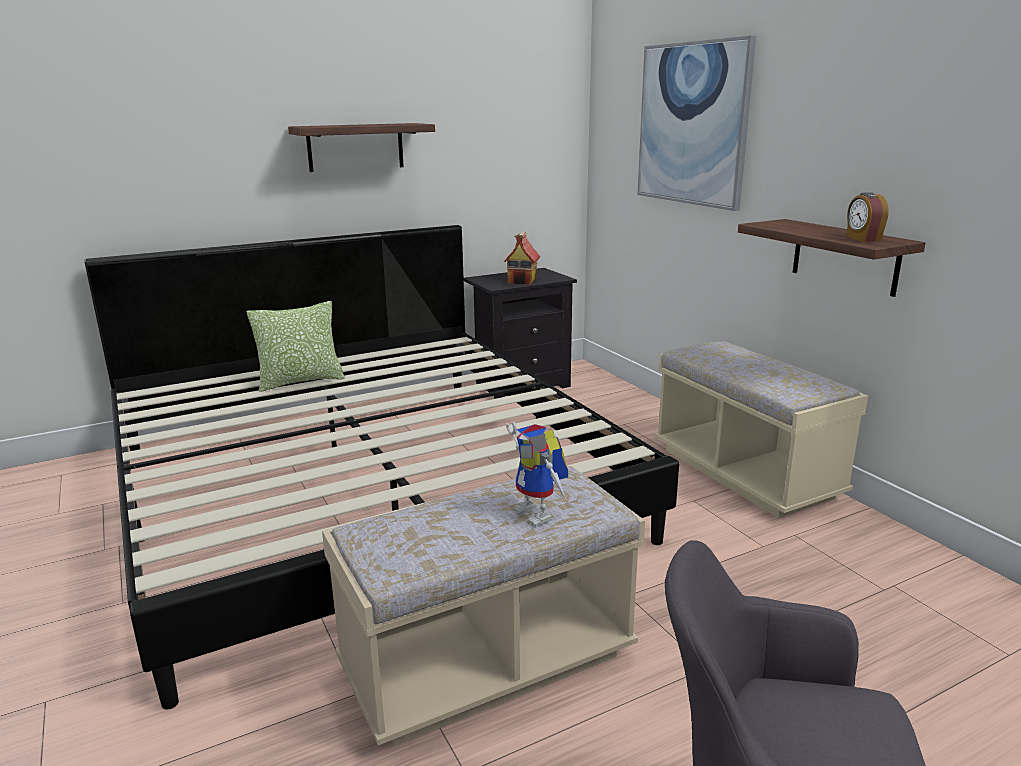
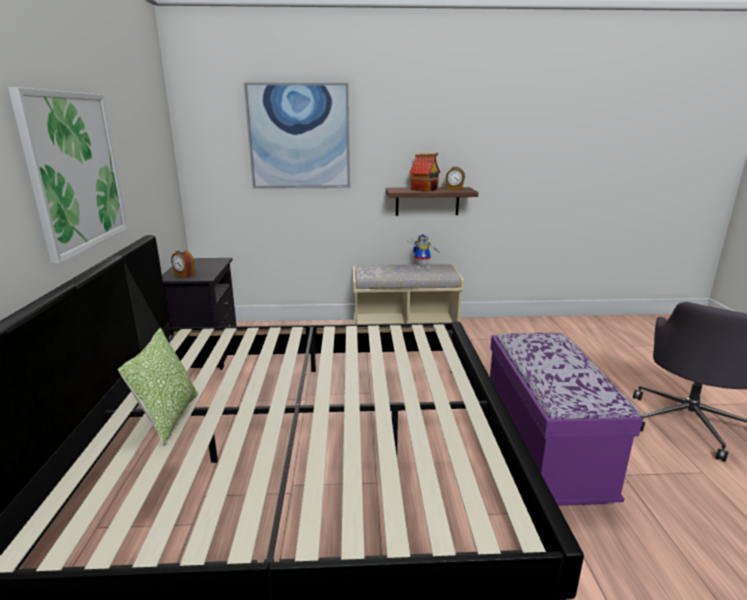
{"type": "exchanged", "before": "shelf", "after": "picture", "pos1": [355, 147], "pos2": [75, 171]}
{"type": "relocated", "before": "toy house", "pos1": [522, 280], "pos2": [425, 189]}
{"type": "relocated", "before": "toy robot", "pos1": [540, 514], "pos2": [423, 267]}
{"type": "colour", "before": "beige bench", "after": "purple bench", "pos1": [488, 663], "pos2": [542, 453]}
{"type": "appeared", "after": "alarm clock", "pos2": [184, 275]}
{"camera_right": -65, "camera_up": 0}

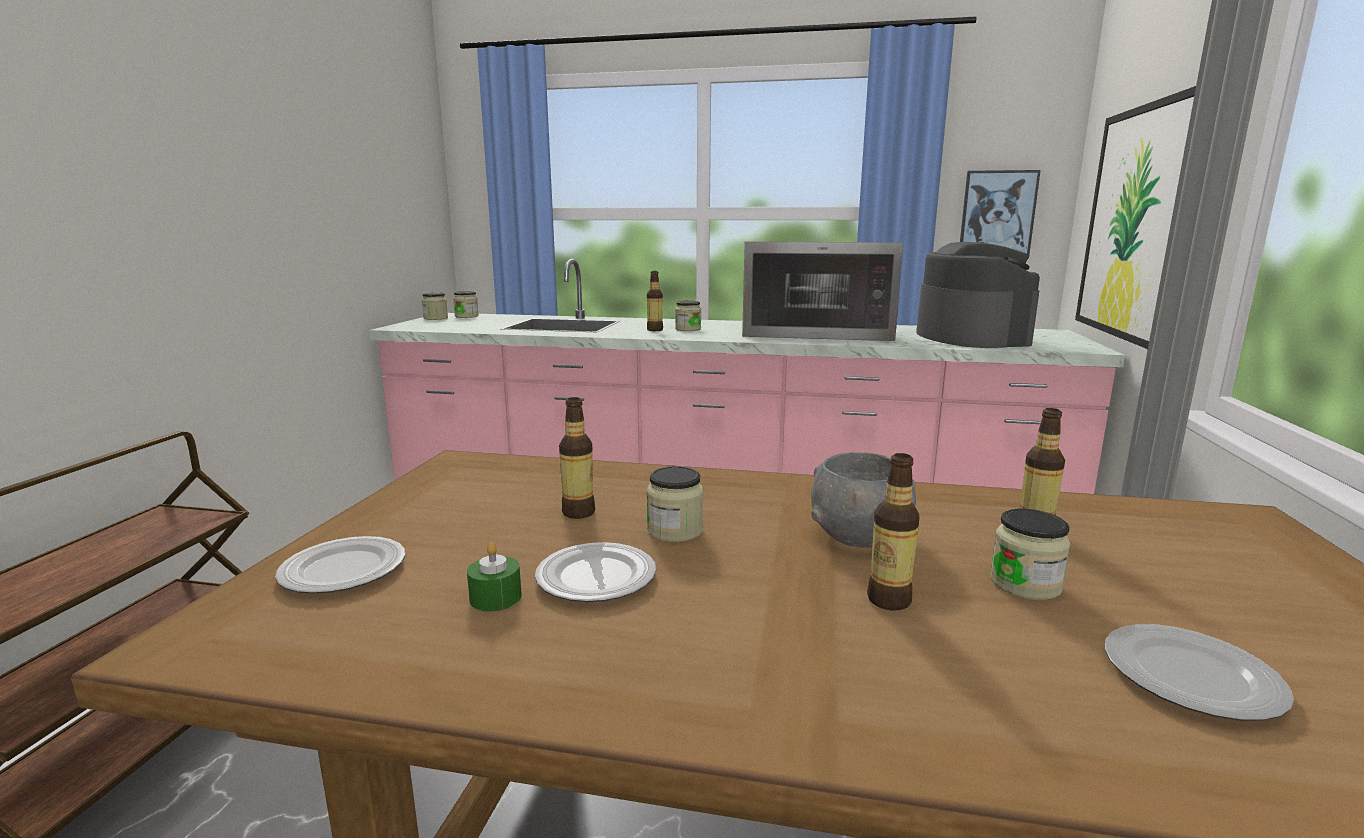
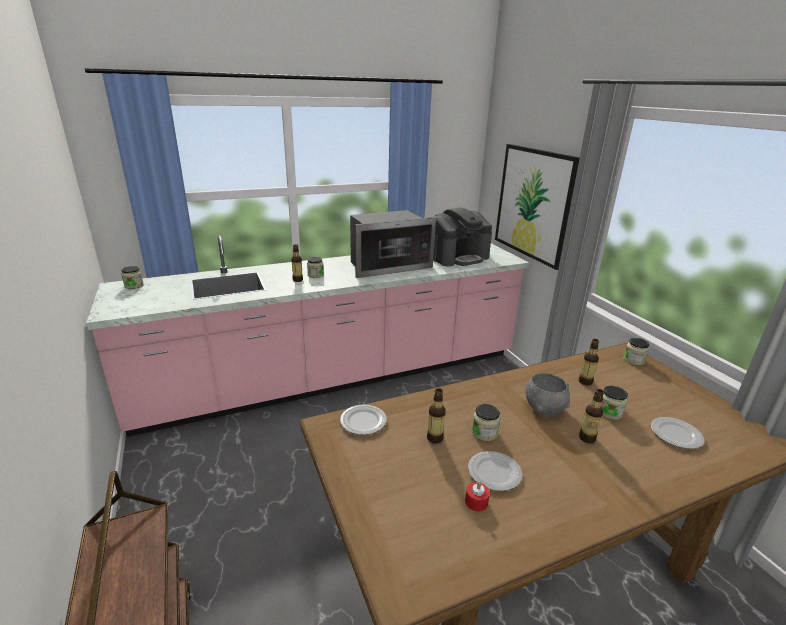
{"type": "missing", "before": "picture", "pos1": [997, 214]}
{"type": "spun", "before": "coffee machine", "pos1": [970, 337], "pos2": [458, 257], "turn": 105}
{"type": "relocated", "before": "jar", "pos1": [435, 318], "pos2": [634, 360]}
{"type": "relocated", "before": "plate", "pos1": [344, 571], "pos2": [364, 421]}
{"type": "colour", "before": "green candle", "after": "red candle", "pos1": [495, 597], "pos2": [476, 502]}
{"camera_right": -35, "camera_up": 10}

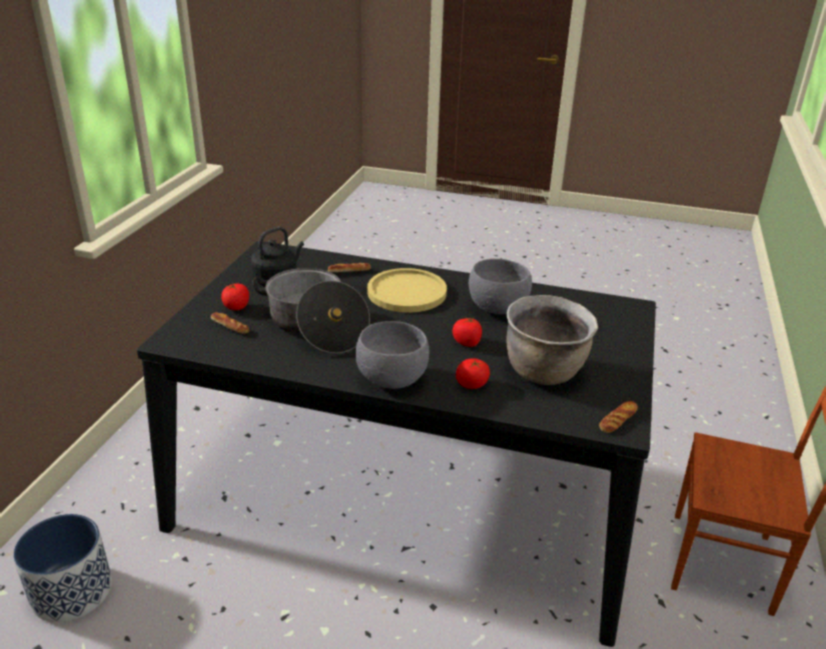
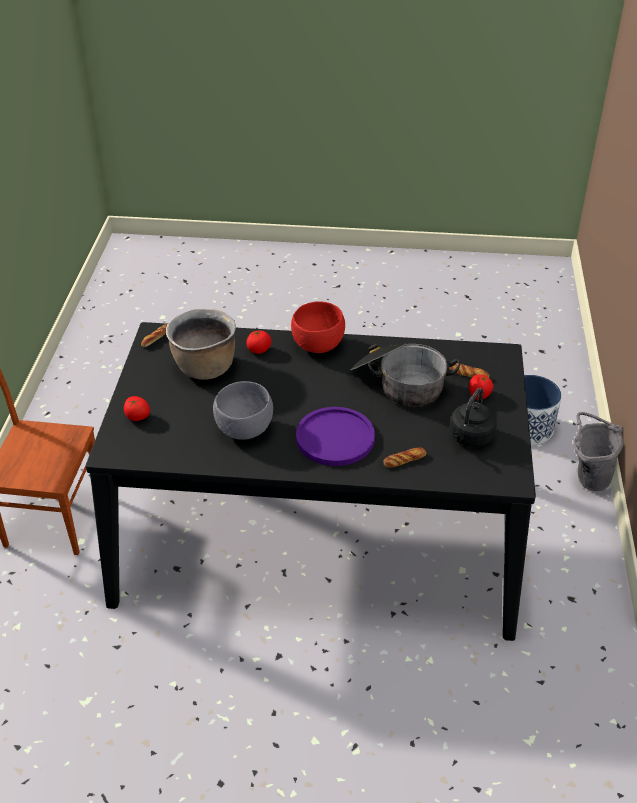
{"type": "colour", "before": "yellow plate", "after": "purple plate", "pos1": [407, 292], "pos2": [335, 438]}
{"type": "relocated", "before": "tomato", "pos1": [467, 342], "pos2": [137, 417]}
{"type": "colour", "before": "grey bowl", "after": "red bowl", "pos1": [393, 380], "pos2": [317, 345]}
{"type": "appeared", "after": "grey bucket", "pos2": [587, 478]}
{"camera_right": 170, "camera_up": 10}

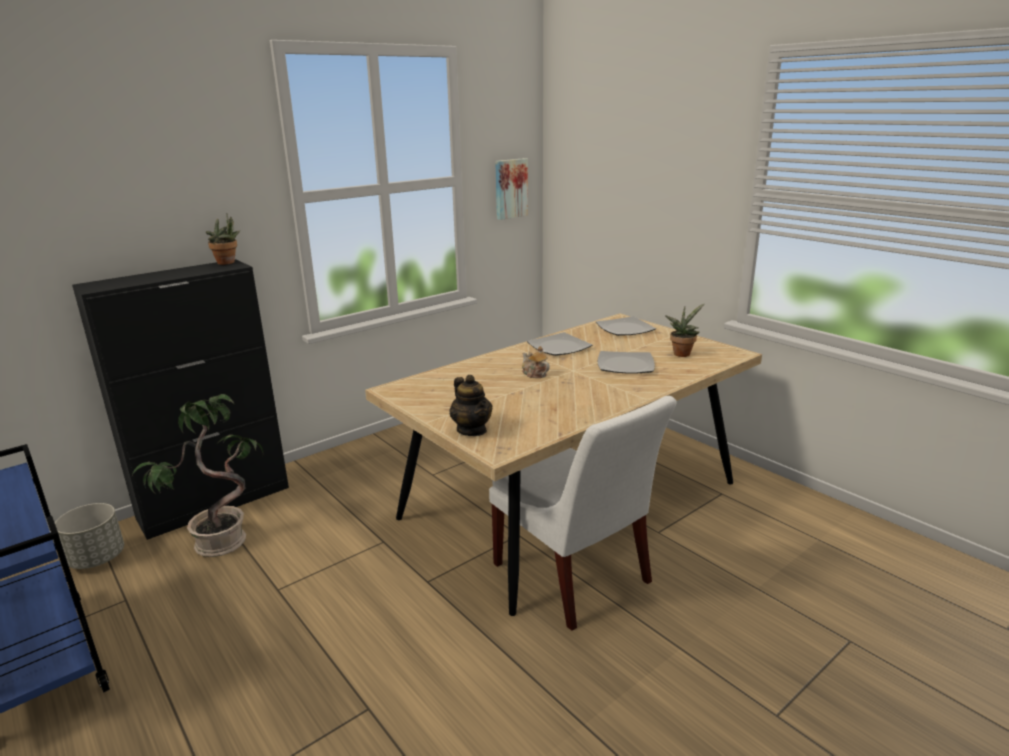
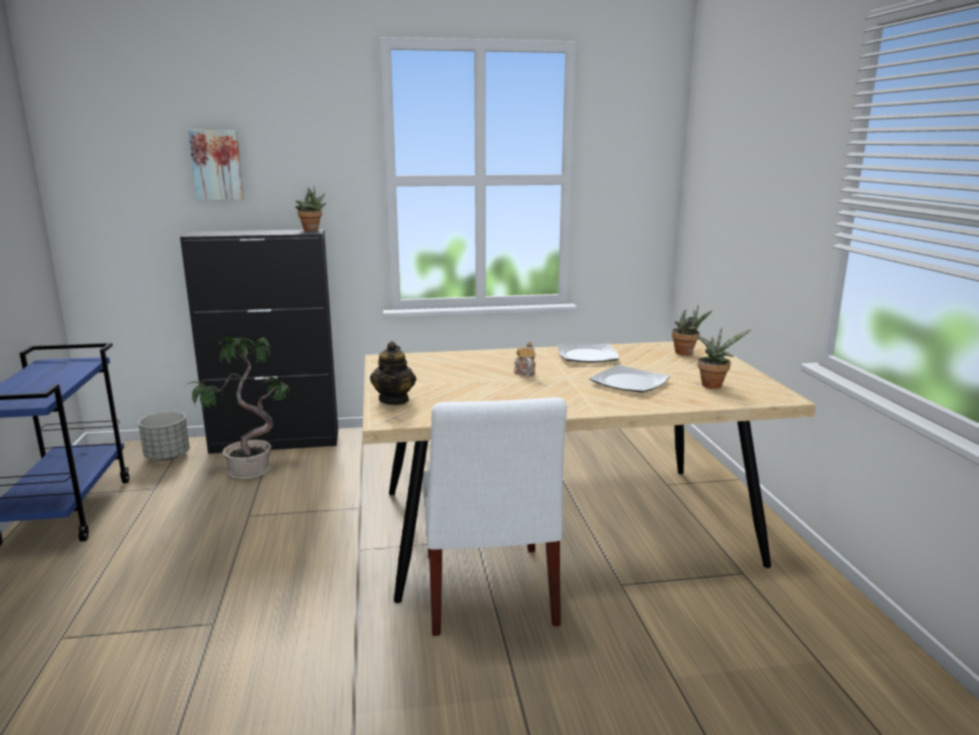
{"type": "relocated", "before": "picture", "pos1": [510, 188], "pos2": [217, 165]}
{"type": "exchanged", "before": "plate", "after": "potted plant", "pos1": [624, 329], "pos2": [686, 353]}
{"camera_right": 30, "camera_up": -5}

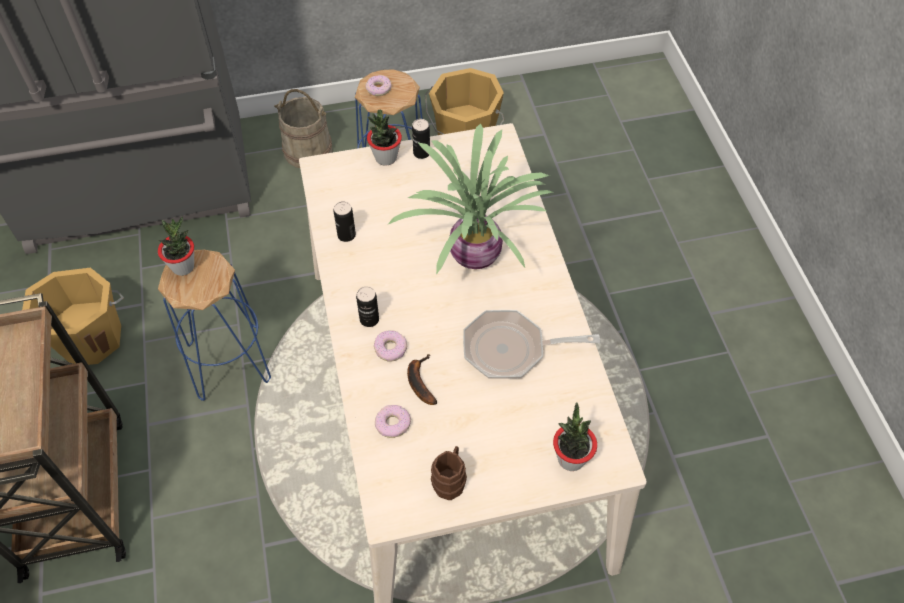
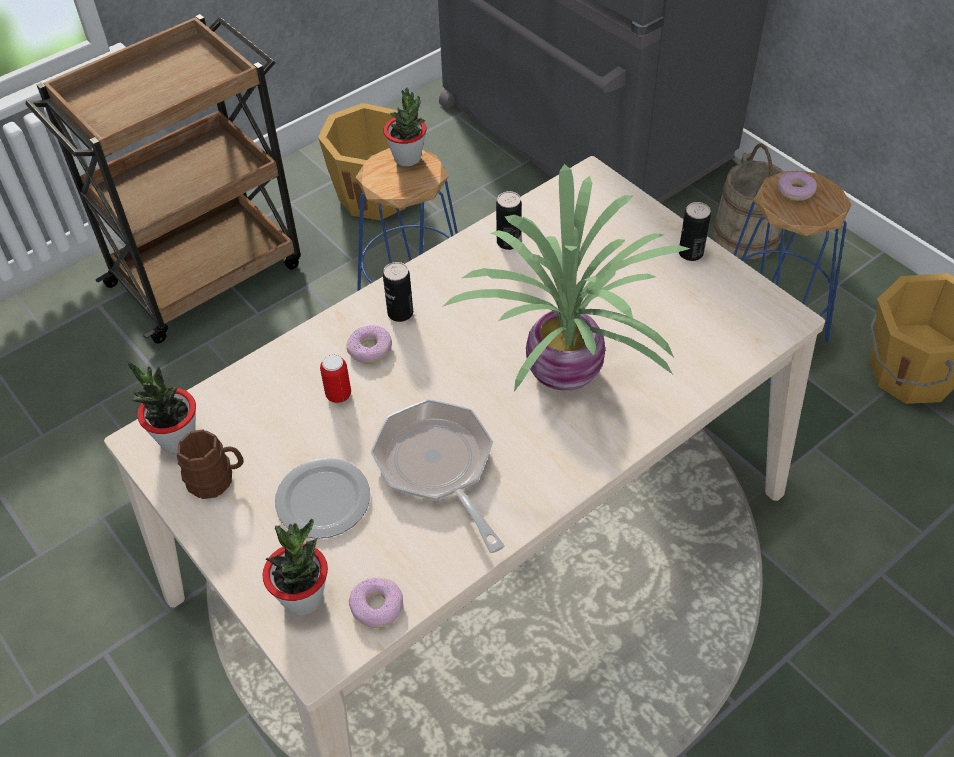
{"type": "relocated", "before": "potted plant", "pos1": [385, 158], "pos2": [177, 439]}
{"type": "exchanged", "before": "banana", "after": "can", "pos1": [419, 381], "pos2": [338, 395]}
{"type": "relocated", "before": "donut", "pos1": [392, 424], "pos2": [377, 606]}
{"type": "appeared", "after": "plate", "pos2": [325, 500]}
{"camera_right": 65, "camera_up": -5}

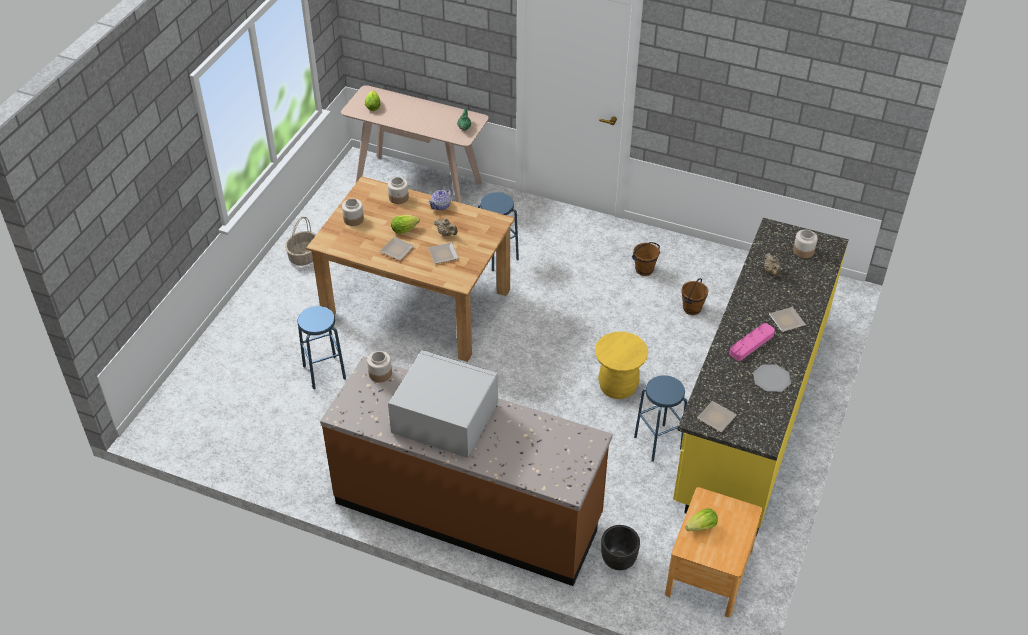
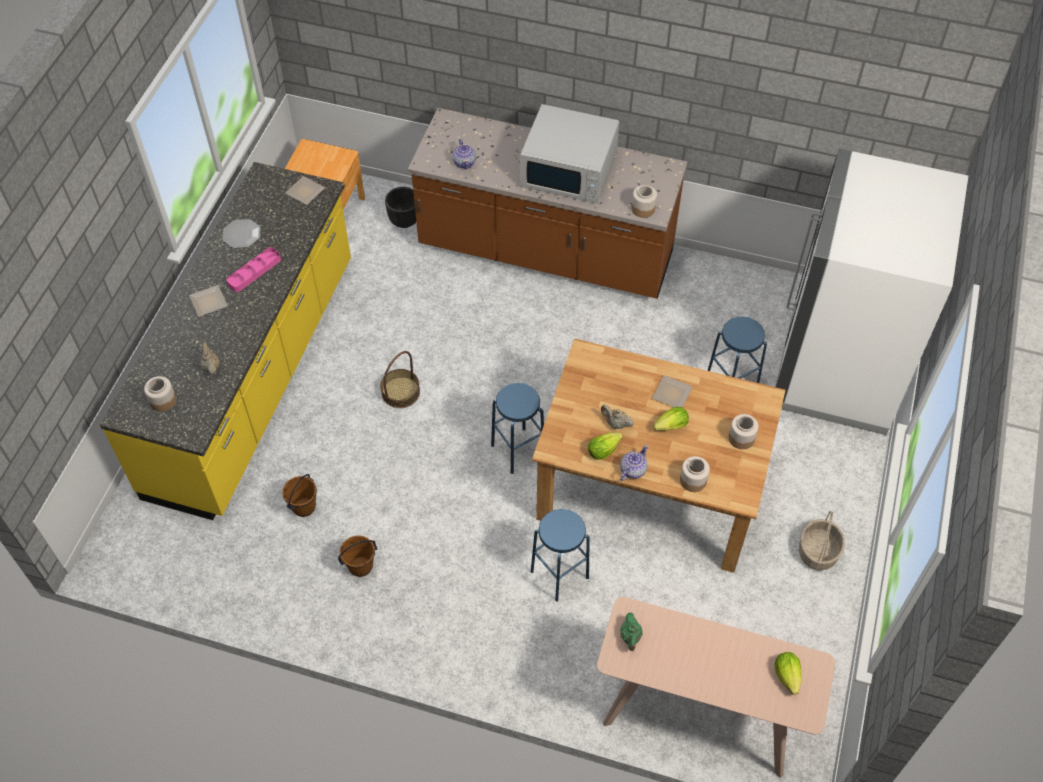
{"type": "missing", "before": "plate", "pos1": [442, 254]}
{"type": "exchanged", "before": "yellow stool", "after": "basket", "pos1": [618, 387], "pos2": [400, 392]}
{"type": "relocated", "before": "blue stool", "pos1": [658, 442], "pos2": [518, 450]}
{"type": "relocated", "before": "lettuce", "pos1": [699, 528], "pos2": [605, 449]}
{"type": "appeared", "after": "teapot", "pos2": [464, 162]}
{"type": "appeared", "after": "white fridge", "pos2": [837, 369]}
{"camera_right": 175, "camera_up": 10}

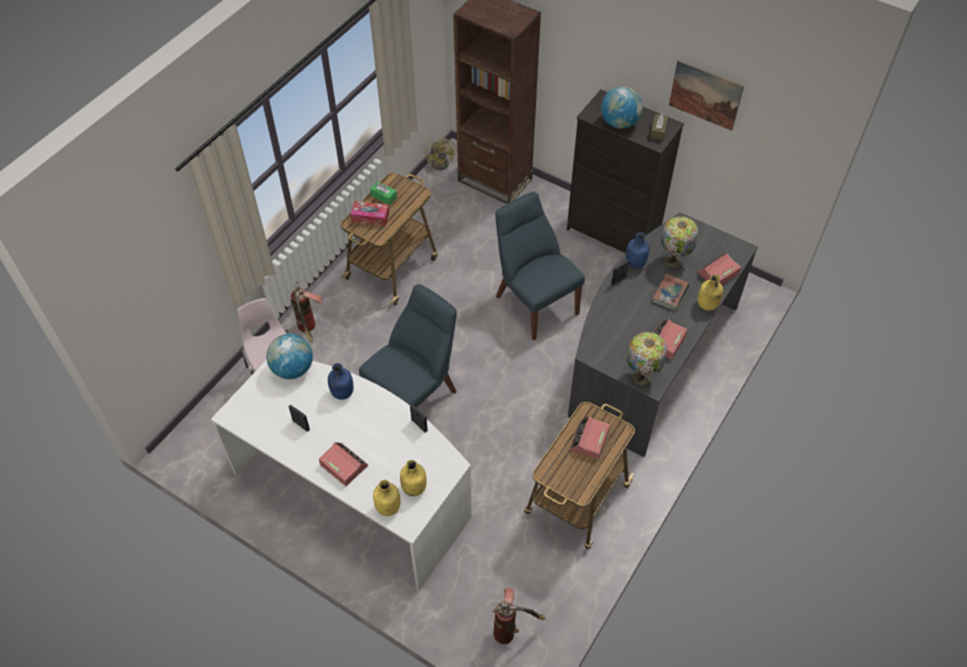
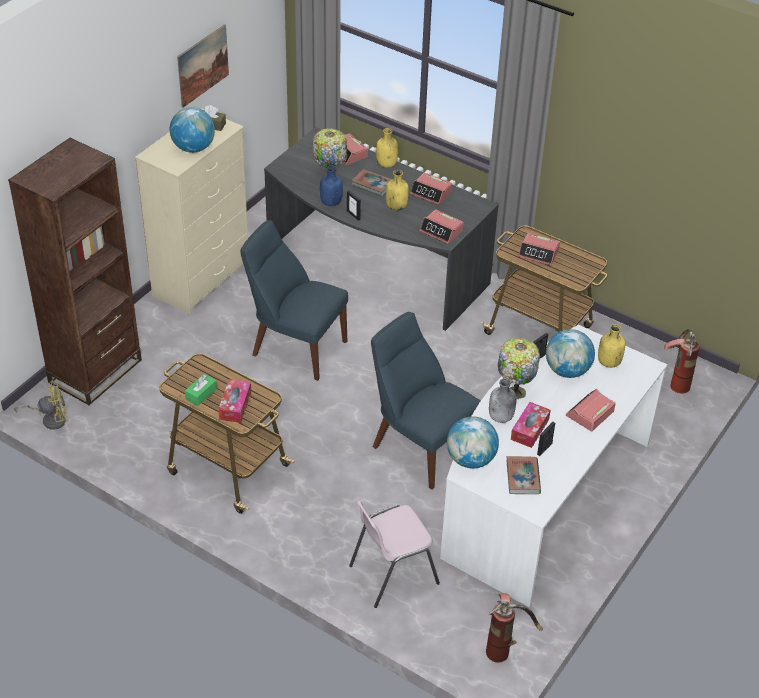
{"type": "colour", "before": "black dresser", "after": "beige dresser", "pos1": [613, 234], "pos2": [202, 279]}
{"type": "spun", "before": "blue chair", "pos1": [534, 302], "pos2": [295, 347], "turn": 60}
{"type": "relocated", "before": "fire extinguisher", "pos1": [309, 330], "pos2": [505, 648]}
{"type": "relocated", "before": "table lamp", "pos1": [642, 376], "pos2": [515, 391]}
{"type": "colour", "before": "blue bottle", "after": "grey bottle", "pos1": [342, 393], "pos2": [501, 417]}
{"type": "relocated", "before": "yellow bottle", "pos1": [388, 507], "pos2": [396, 206]}
{"type": "appeared", "after": "alarm clock", "pos2": [441, 231]}
{"type": "appeared", "after": "globe", "pos2": [567, 370]}
{"type": "appeared", "after": "tissue box", "pos2": [529, 429]}
{"type": "appeared", "after": "book", "pos2": [523, 477]}
{"camera_right": -90, "camera_up": -10}

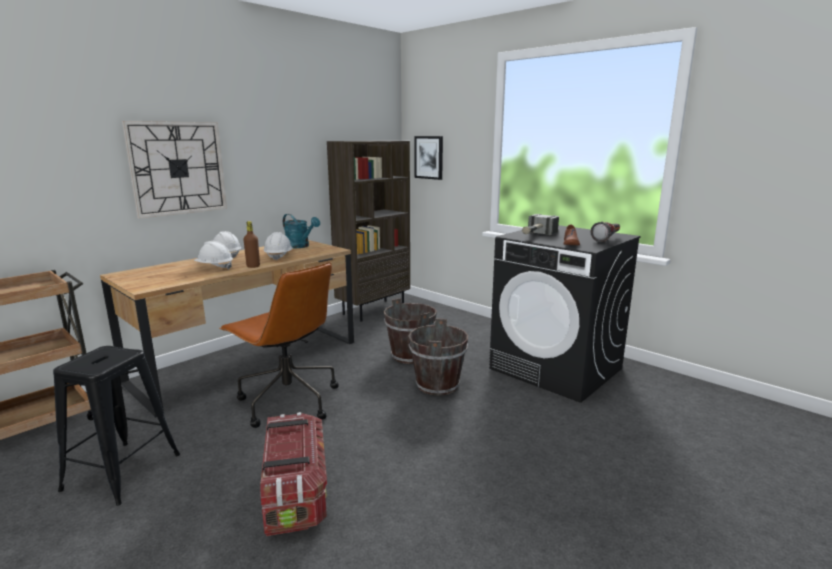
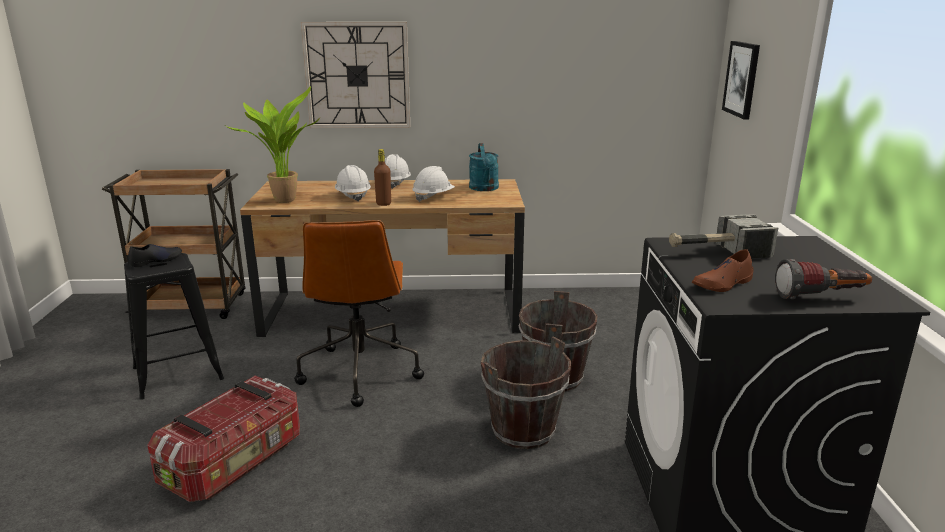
{"type": "missing", "before": "brown bookcase", "pos1": [373, 310]}
{"type": "appeared", "after": "potted plant", "pos2": [284, 200]}
{"type": "appeared", "after": "black shoe", "pos2": [156, 260]}
{"camera_right": 45, "camera_up": 5}

